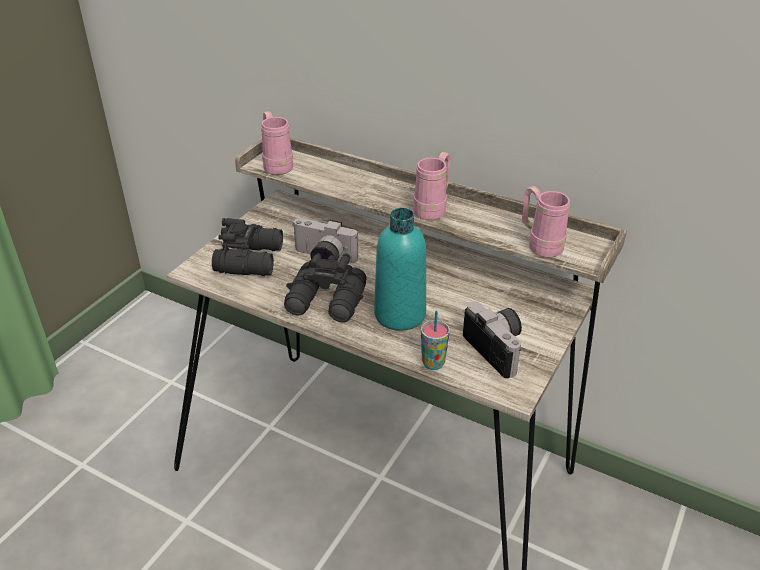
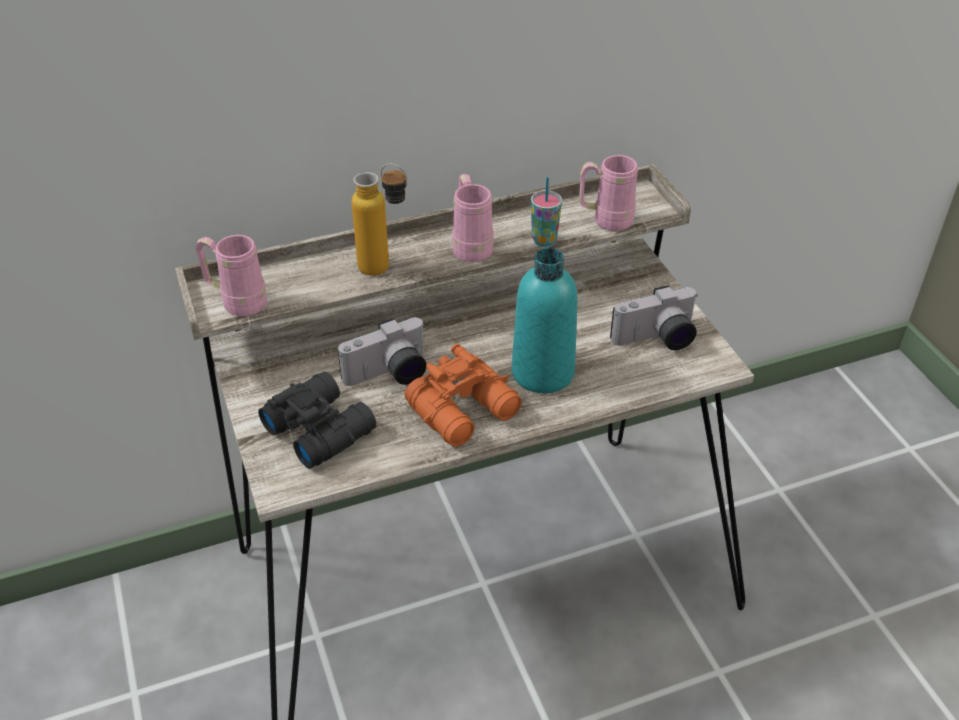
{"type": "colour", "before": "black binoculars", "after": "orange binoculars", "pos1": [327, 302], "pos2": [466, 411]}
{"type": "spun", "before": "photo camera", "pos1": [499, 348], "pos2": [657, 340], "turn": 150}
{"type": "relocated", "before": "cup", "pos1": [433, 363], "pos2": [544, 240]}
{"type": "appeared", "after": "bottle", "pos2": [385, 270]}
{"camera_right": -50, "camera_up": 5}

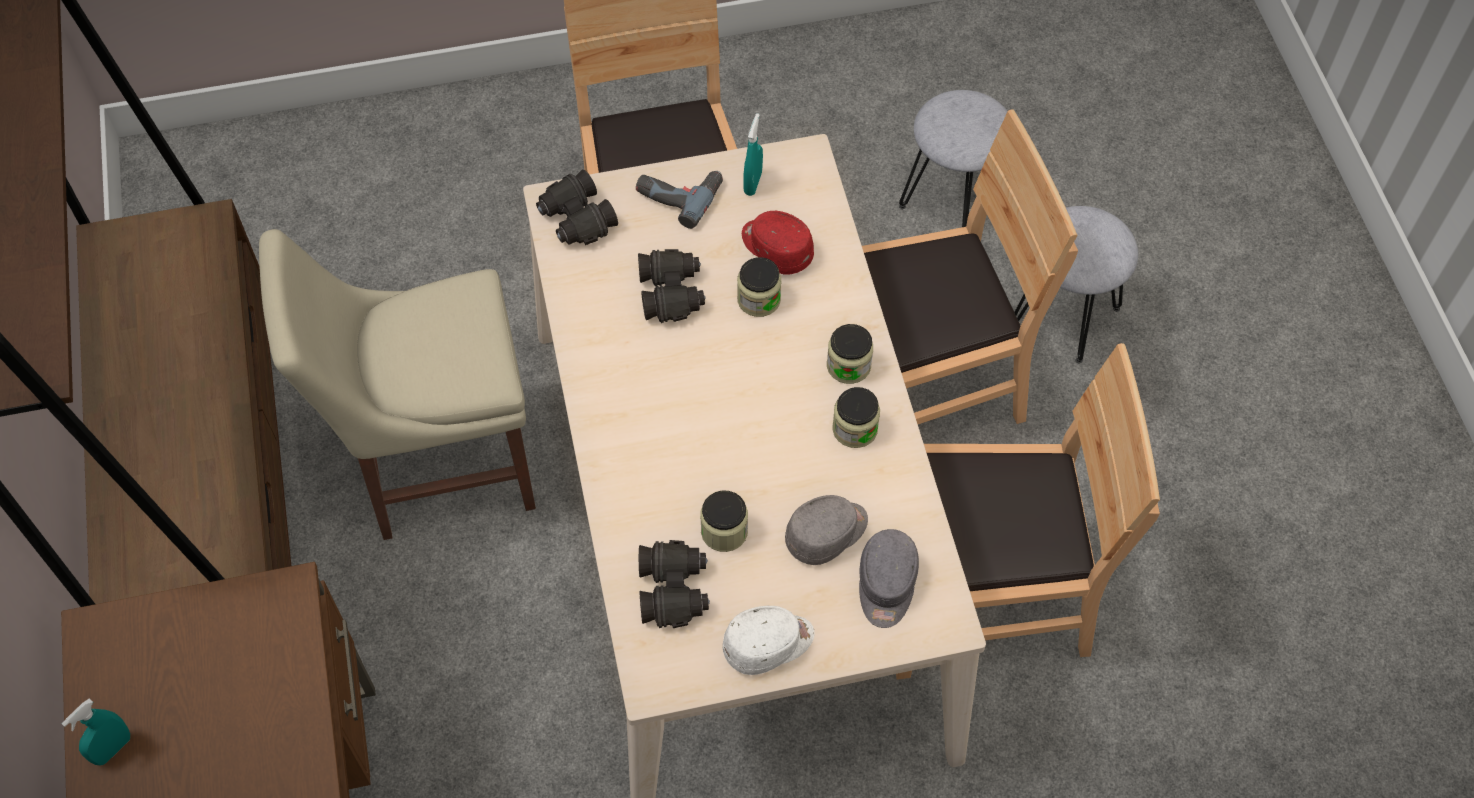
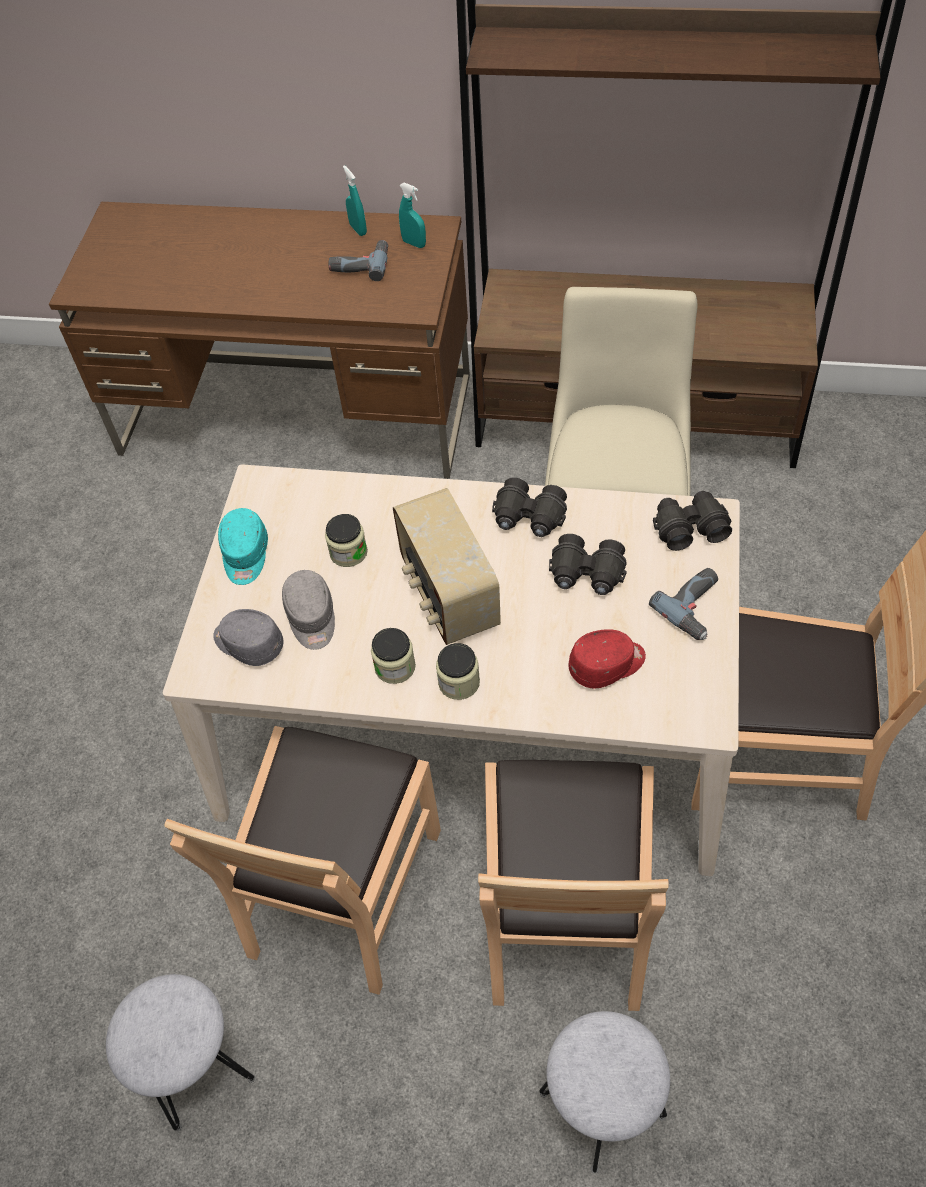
{"type": "relocated", "before": "grey stool", "pos1": [951, 201], "pos2": [197, 1065]}
{"type": "relocated", "before": "turquoise spray bottle", "pos1": [753, 183], "pos2": [414, 243]}
{"type": "missing", "before": "jar", "pos1": [758, 299]}
{"type": "relocated", "before": "black binoculars", "pos1": [673, 589], "pos2": [529, 518]}
{"type": "colour", "before": "white cap", "after": "turquoise cap", "pos1": [769, 644], "pos2": [245, 555]}
{"type": "appeared", "after": "power drill", "pos2": [360, 264]}
{"type": "appeared", "after": "radio", "pos2": [448, 594]}
{"camera_right": 115, "camera_up": -5}

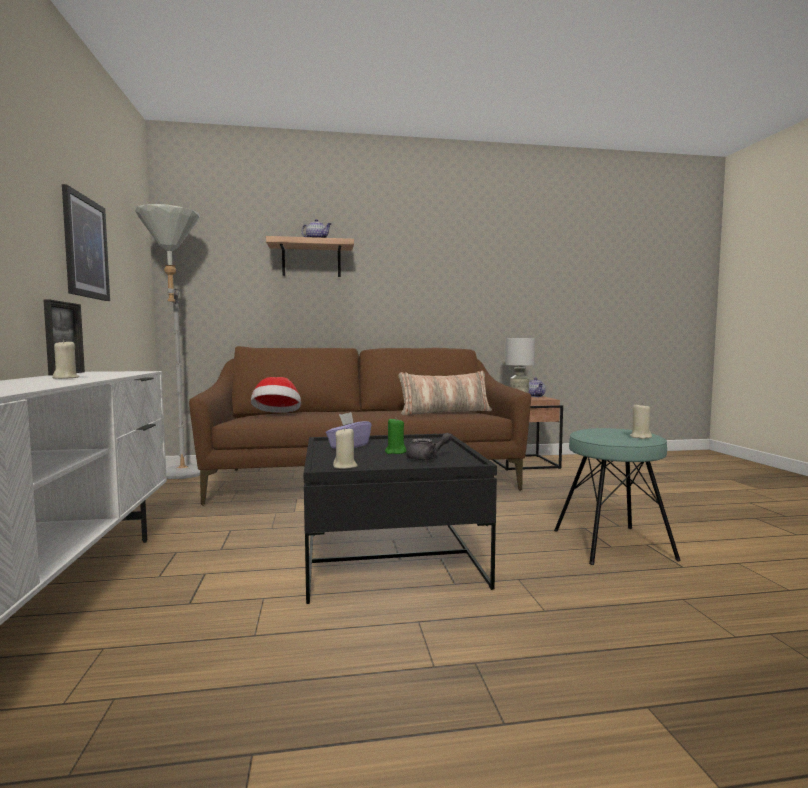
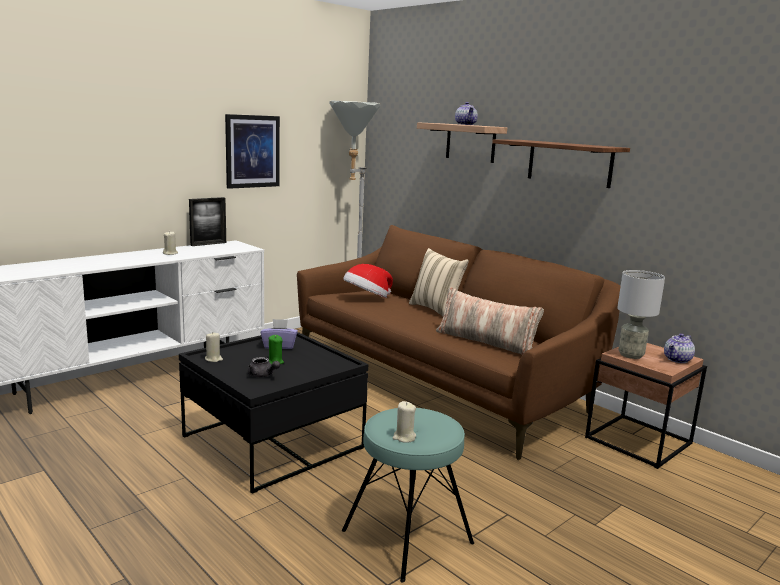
{"type": "appeared", "after": "shelf", "pos2": [569, 163]}
{"type": "appeared", "after": "beige pillow", "pos2": [436, 310]}
{"camera_right": 55, "camera_up": 10}

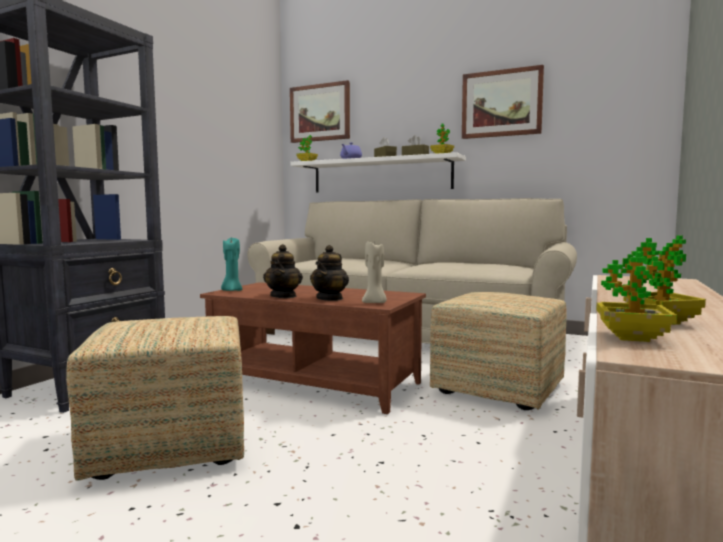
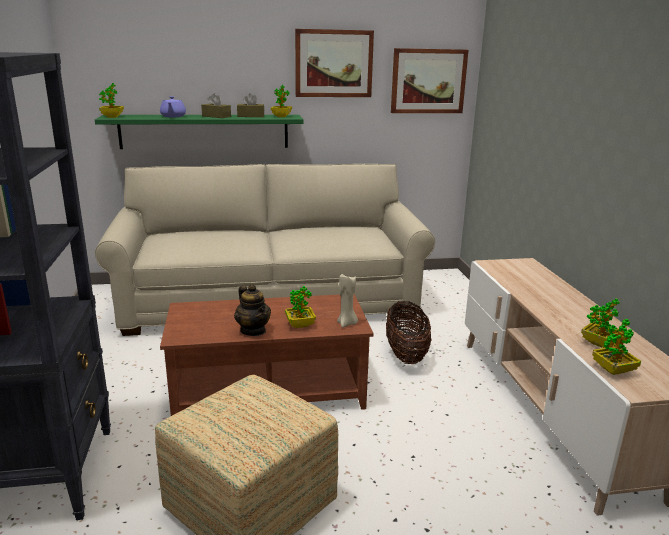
{"type": "relocated", "before": "picture", "pos1": [320, 113], "pos2": [428, 81]}
{"type": "colour", "before": "white shelf", "after": "green shelf", "pos1": [380, 175], "pos2": [204, 131]}
{"type": "missing", "before": "turquoise candle", "pos1": [231, 290]}
{"type": "exchanged", "before": "teapot", "after": "potted plant", "pos1": [330, 298], "pos2": [300, 325]}
{"type": "exchanged", "before": "ottoman", "after": "basket", "pos1": [498, 388], "pos2": [406, 354]}
{"camera_right": -35, "camera_up": 15}

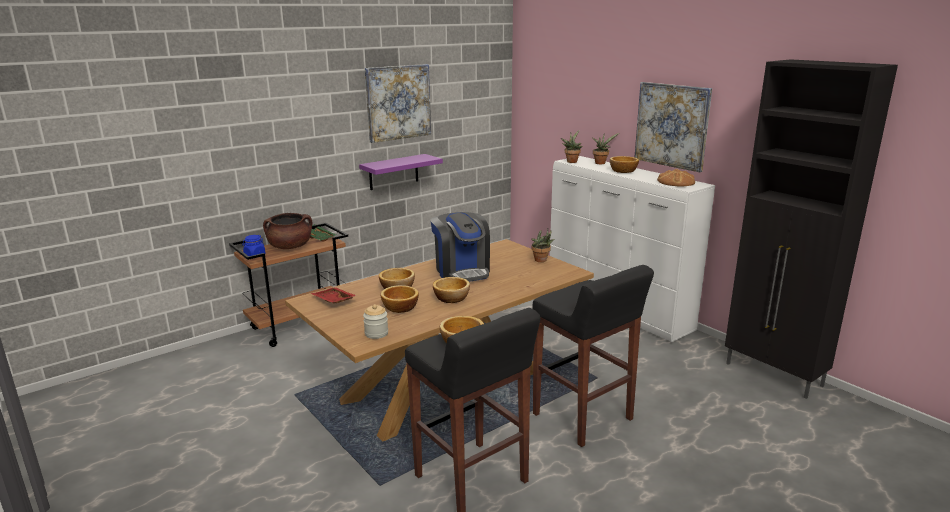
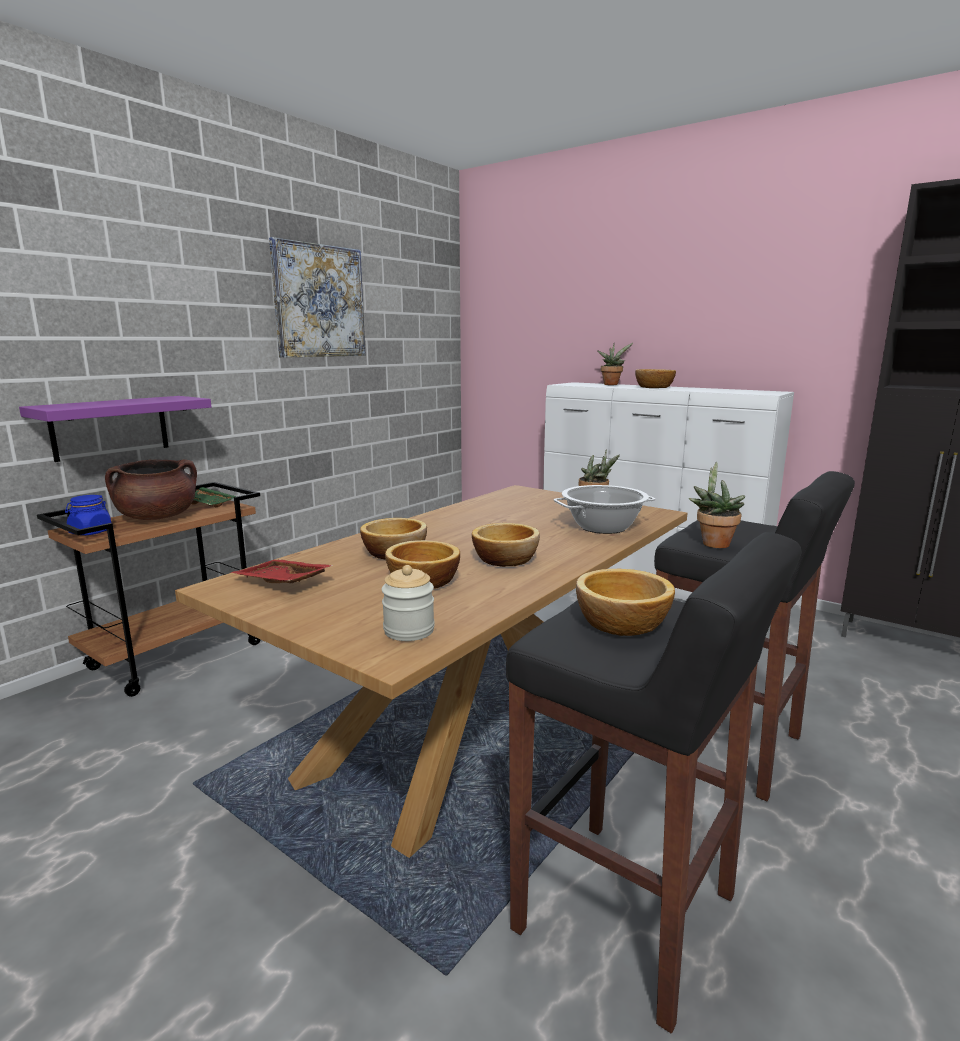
{"type": "missing", "before": "picture", "pos1": [672, 125]}
{"type": "relocated", "before": "potted plant", "pos1": [571, 161], "pos2": [713, 543]}
{"type": "relocated", "before": "purple shelf", "pos1": [393, 172], "pos2": [110, 427]}
{"type": "missing", "before": "bread", "pos1": [676, 182]}
{"type": "missing", "before": "coffee machine", "pos1": [462, 271]}
{"type": "appeared", "after": "cooking pot", "pos2": [603, 527]}
{"camera_right": -15, "camera_up": -5}

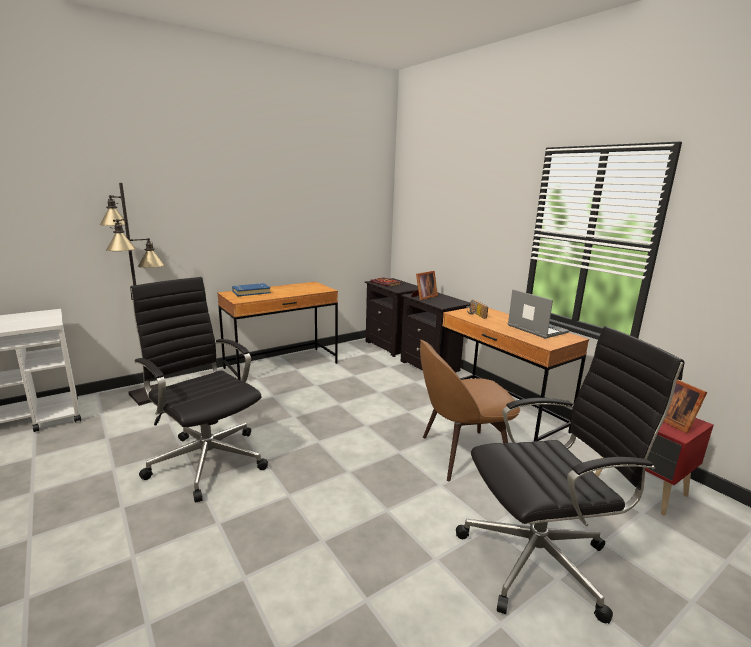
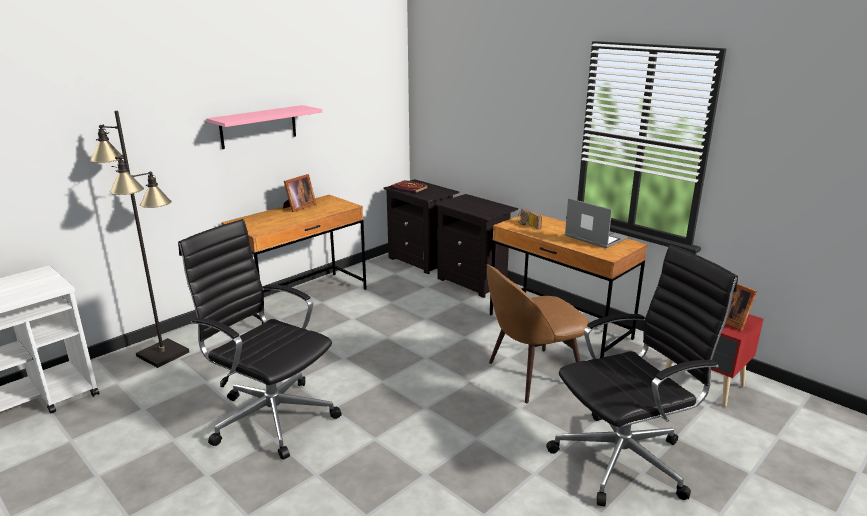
{"type": "relocated", "before": "picture frame", "pos1": [423, 297], "pos2": [298, 207]}
{"type": "missing", "before": "blue book", "pos1": [251, 292]}
{"type": "appeared", "after": "pink shelf", "pos2": [258, 127]}
{"camera_right": -10, "camera_up": 5}

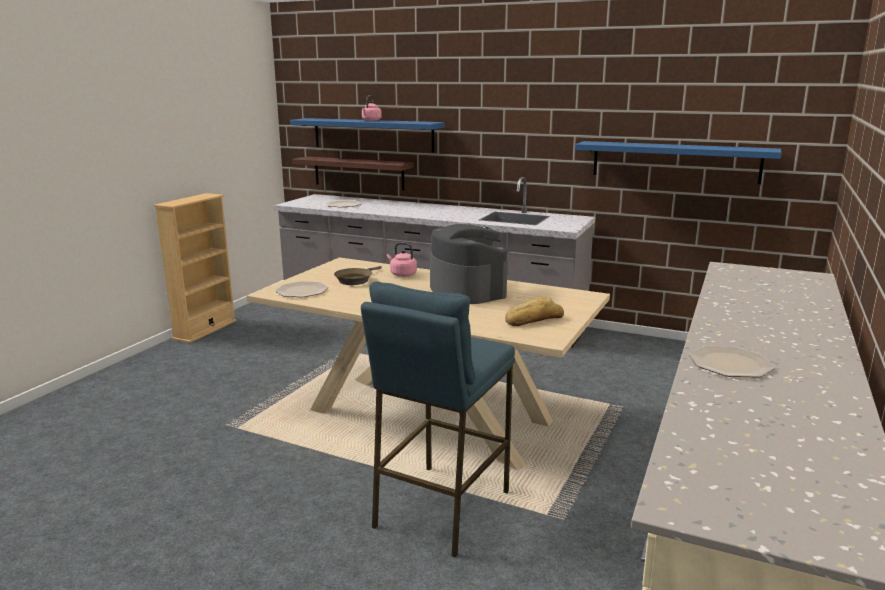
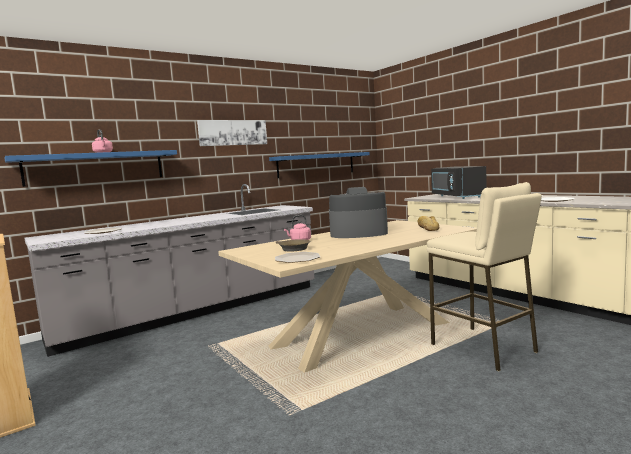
{"type": "missing", "before": "shelf", "pos1": [358, 173]}
{"type": "colour", "before": "blue stool", "after": "beige stool", "pos1": [440, 509], "pos2": [483, 348]}
{"type": "appeared", "after": "picture", "pos2": [233, 132]}
{"type": "appeared", "after": "black microwave", "pos2": [456, 197]}
{"camera_right": -60, "camera_up": -10}

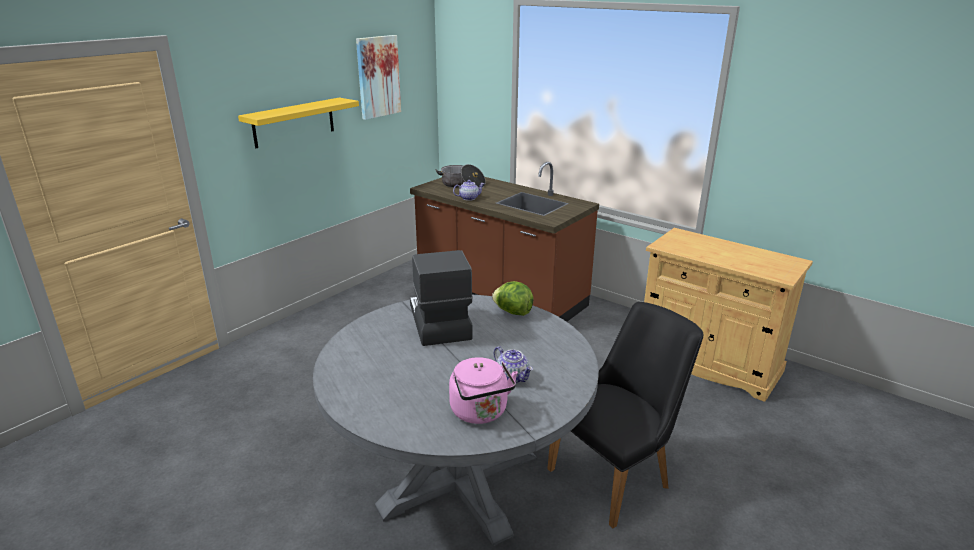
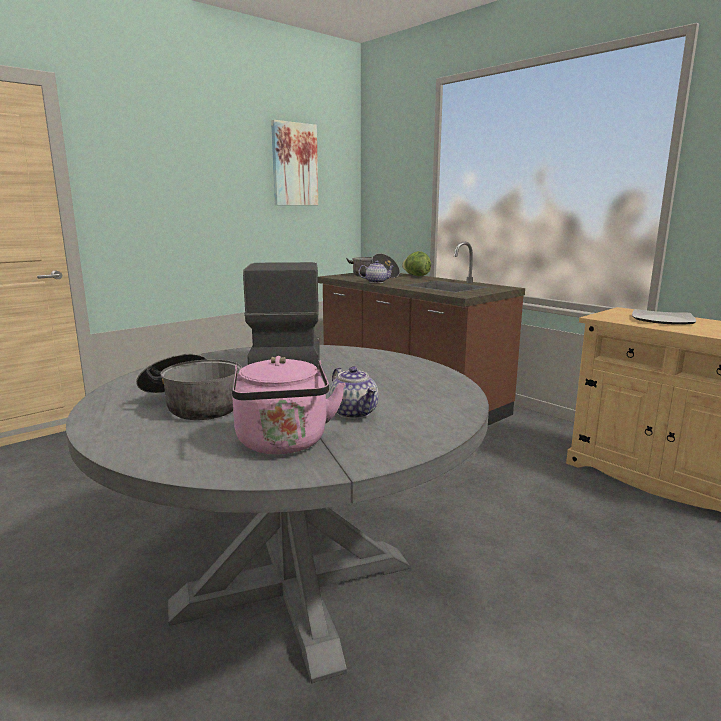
{"type": "missing", "before": "yellow shelf", "pos1": [294, 122]}
{"type": "relocated", "before": "lettuce", "pos1": [512, 312], "pos2": [416, 275]}
{"type": "missing", "before": "black chair", "pos1": [617, 474]}
{"type": "appeared", "after": "plate", "pos2": [663, 320]}
{"type": "appeared", "after": "cooking pot", "pos2": [194, 405]}
{"camera_right": 10, "camera_up": -10}

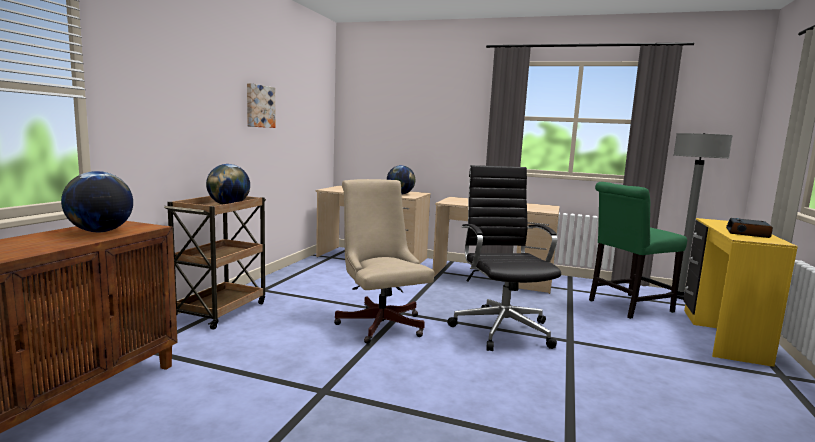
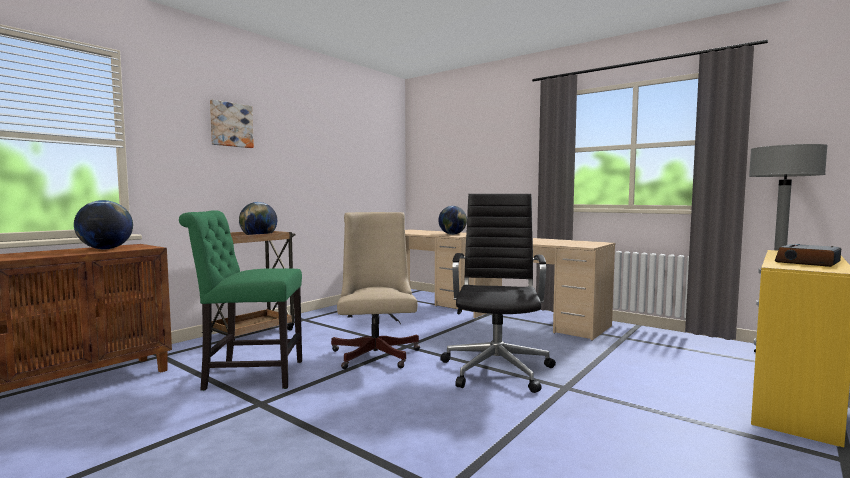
{"type": "relocated", "before": "picture", "pos1": [259, 106], "pos2": [231, 125]}
{"type": "relocated", "before": "green chair", "pos1": [626, 306], "pos2": [249, 375]}
{"camera_right": 20, "camera_up": -5}

